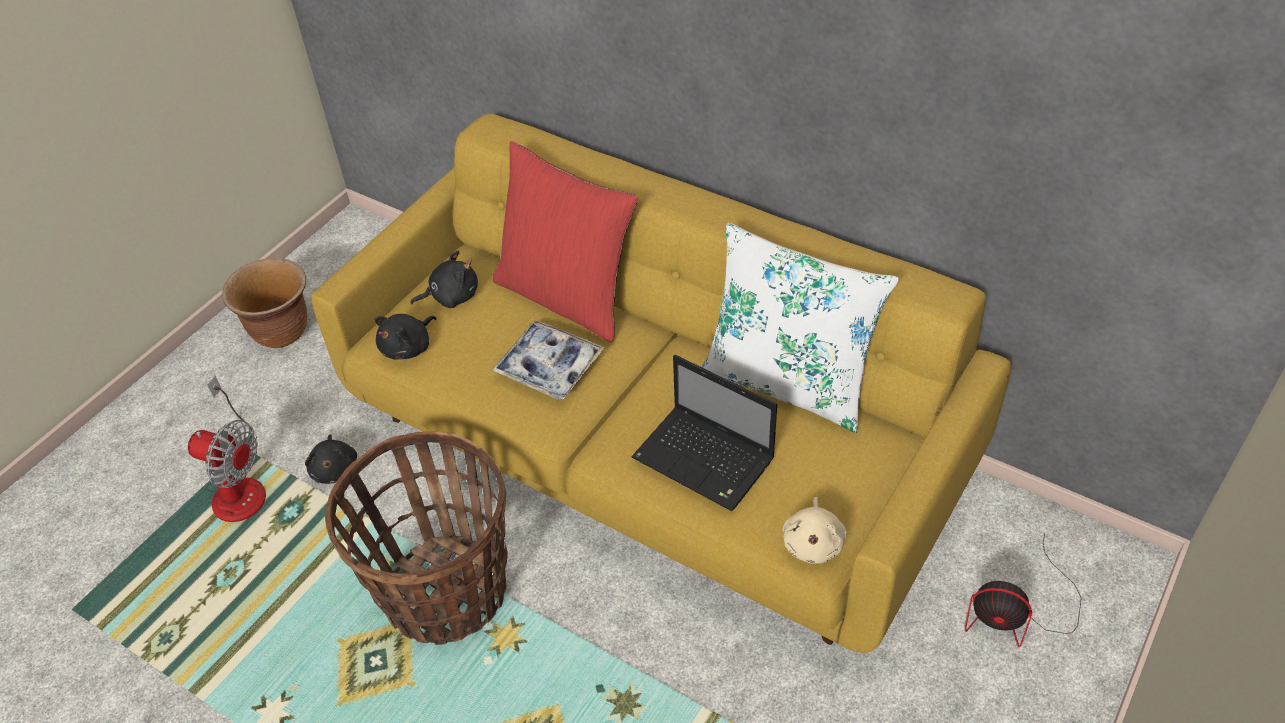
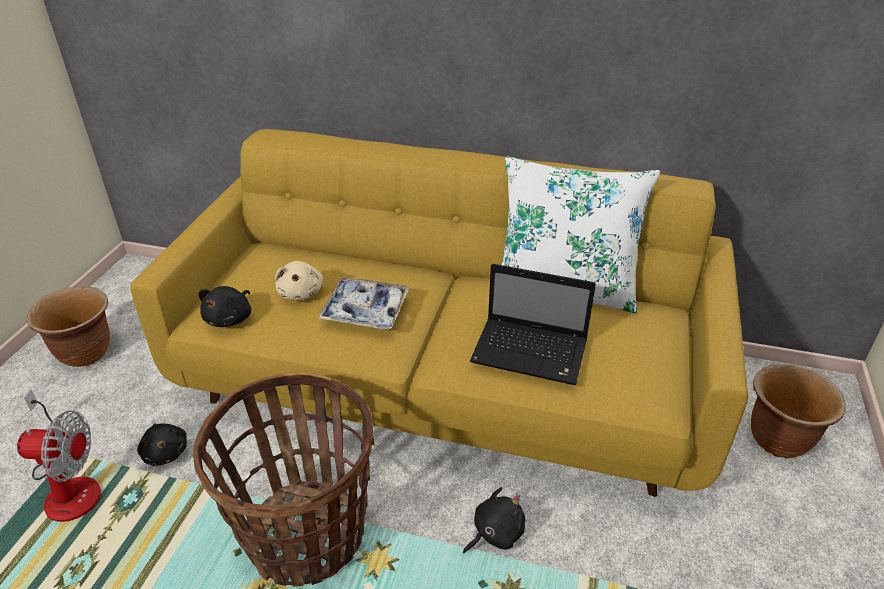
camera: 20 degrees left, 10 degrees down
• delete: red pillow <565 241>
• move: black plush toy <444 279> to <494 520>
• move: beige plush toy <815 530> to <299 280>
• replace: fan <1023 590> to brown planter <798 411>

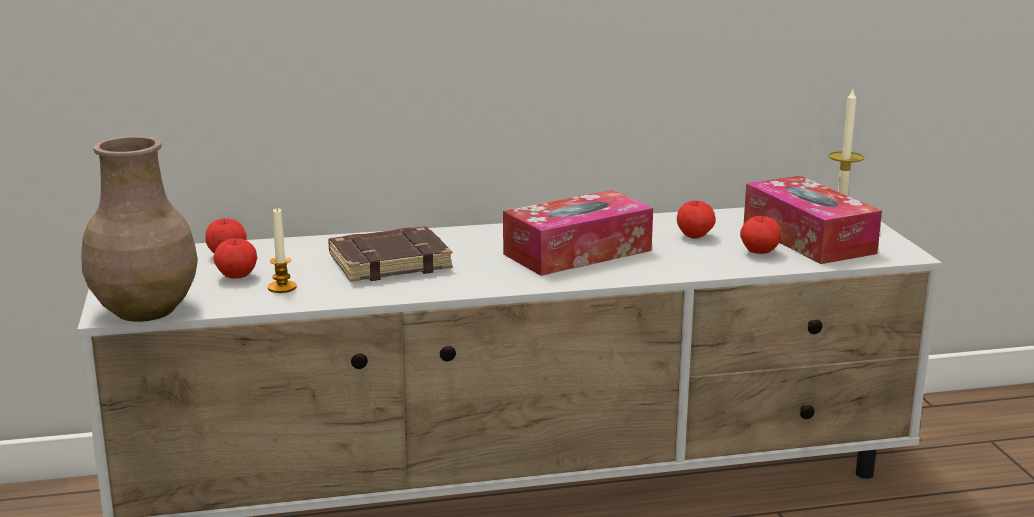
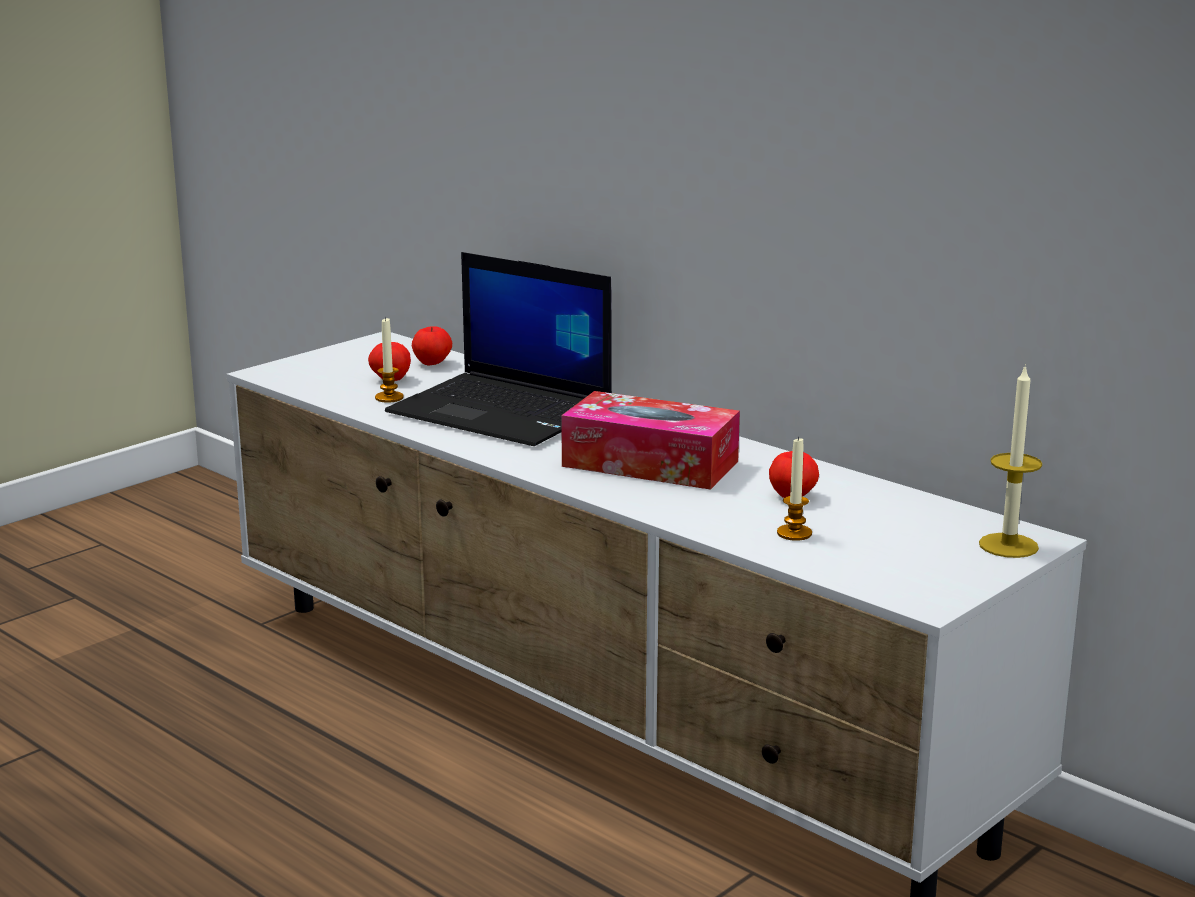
camera: 55 degrees right, 0 degrees up
• delete: brown vase <139 229>
• delete: tissue box <813 220>
• replace: brown book <390 254> to laptop <498 349>
• replace: apple <760 235> to candle <794 488>

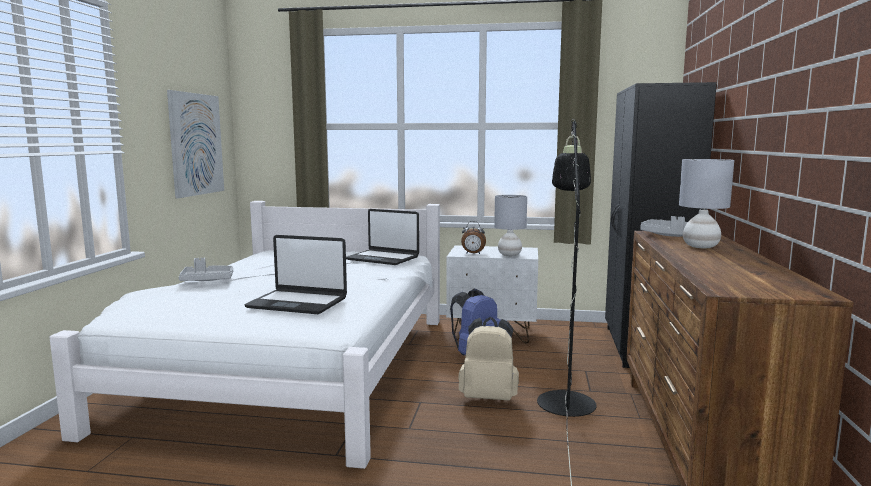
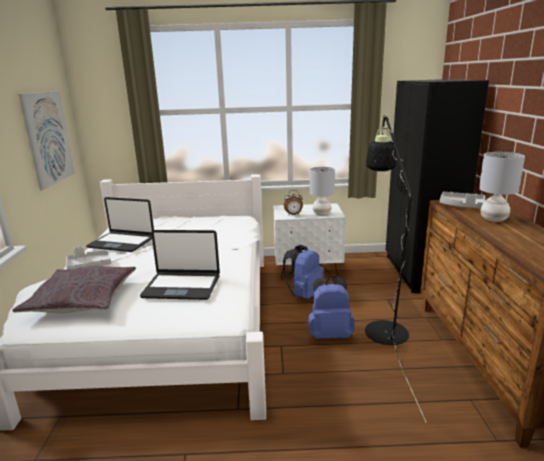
camera: 10 degrees left, 10 degrees up
• insert: grey pillow <74 289>
• move: laptop <382 237> to <120 224>
• recolor: beige backpack <489 359> to blue backpack <331 308>

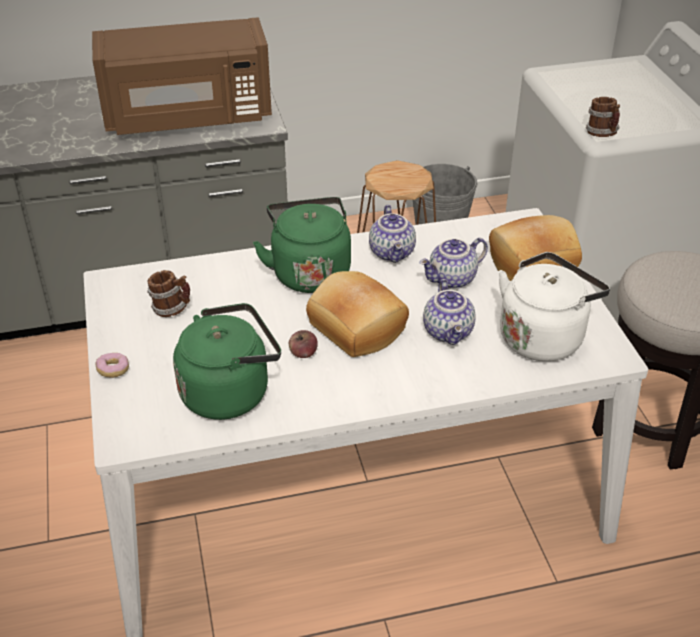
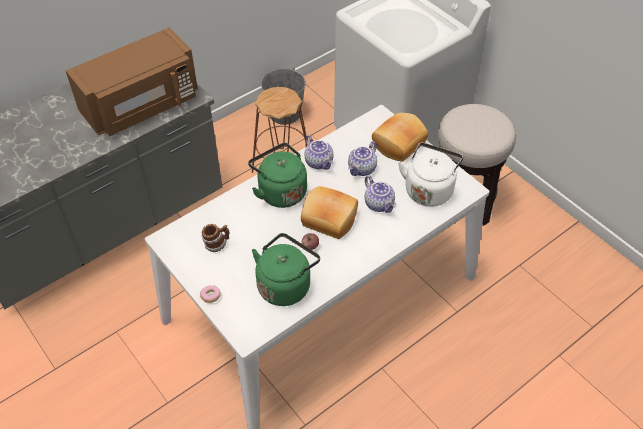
camera: 25 degrees left, 10 degrees up
• delete: mug <603 117>

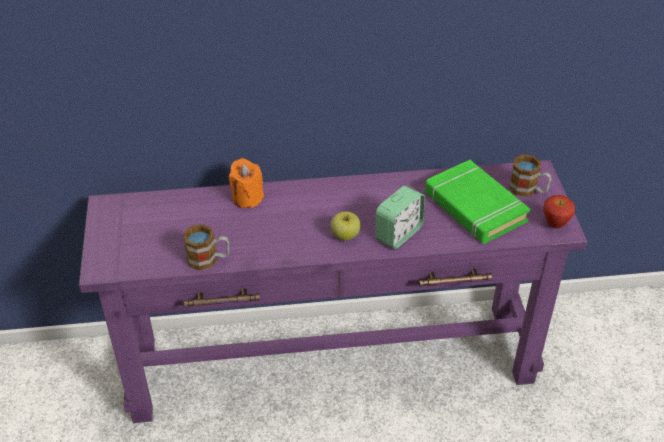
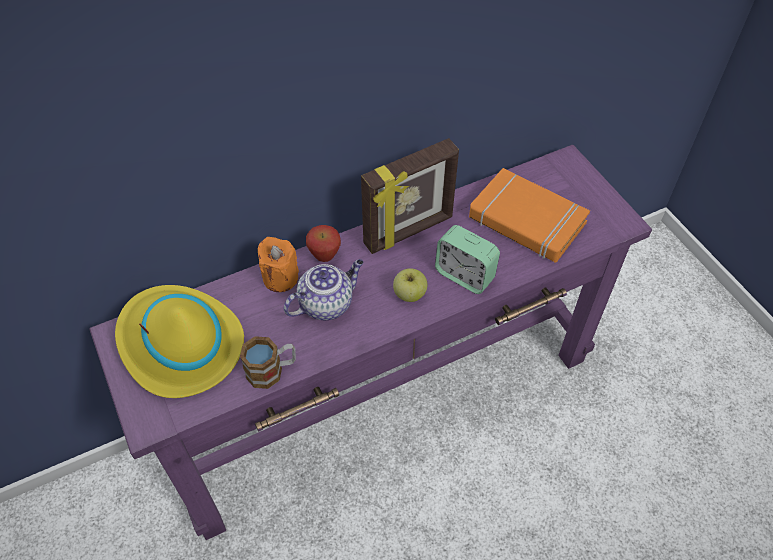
camera: 20 degrees left, 10 degrees up
• delete: mug <530 175>
• insert: yellow hat <179 341>
• insert: teapot <324 289>
• insert: picture frame <410 196>
• move: apple <559 211> to <323 243>
• recolor: green book <477 202> to orange book <529 215>
• rotate: alarm clock <400 217> = <467 259> 105 degrees clockwise

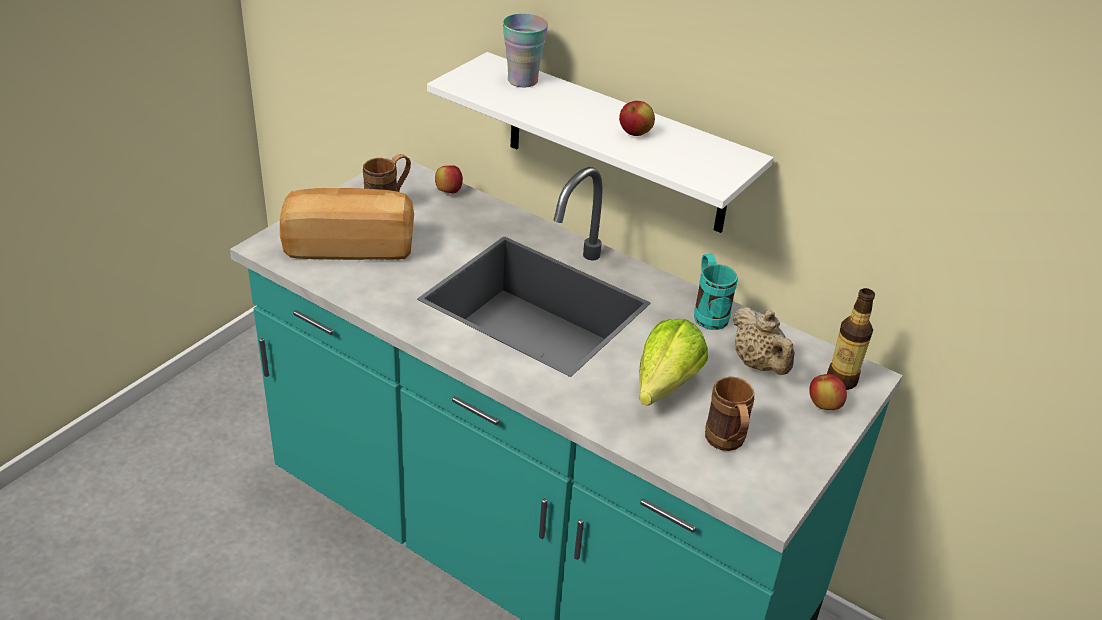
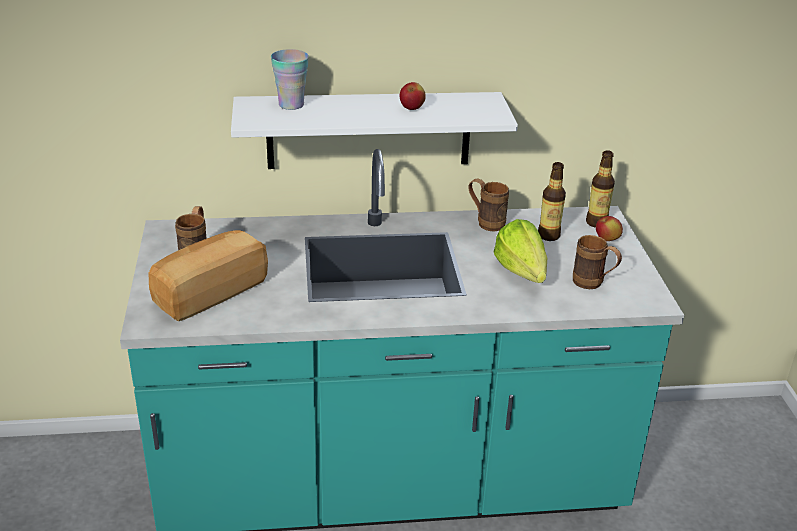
camera: 40 degrees left, 5 degrees down
• delete: apple <449 179>
• replace: beige teapot <764 341> to bottle <552 201>
• recolor: turquoise mug <716 292> to brown mug <488 205>

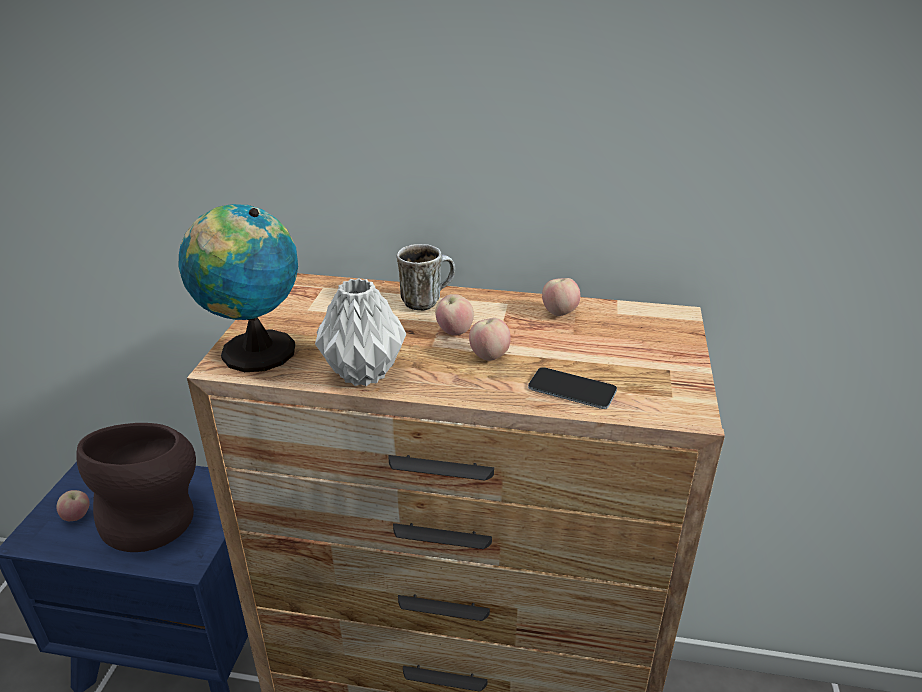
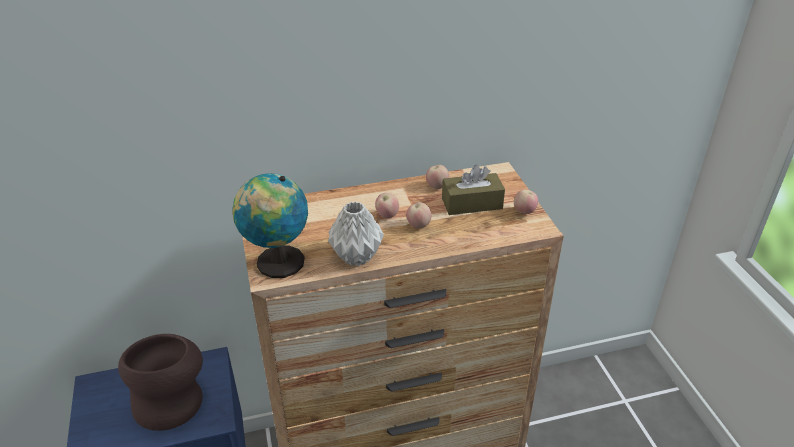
camera: 25 degrees left, 5 degrees up
• delete: mug <426 277>
• delete: phone <572 388>
• insert: brown tissue box <473 190>
• move: apple <73 505> to <526 202>

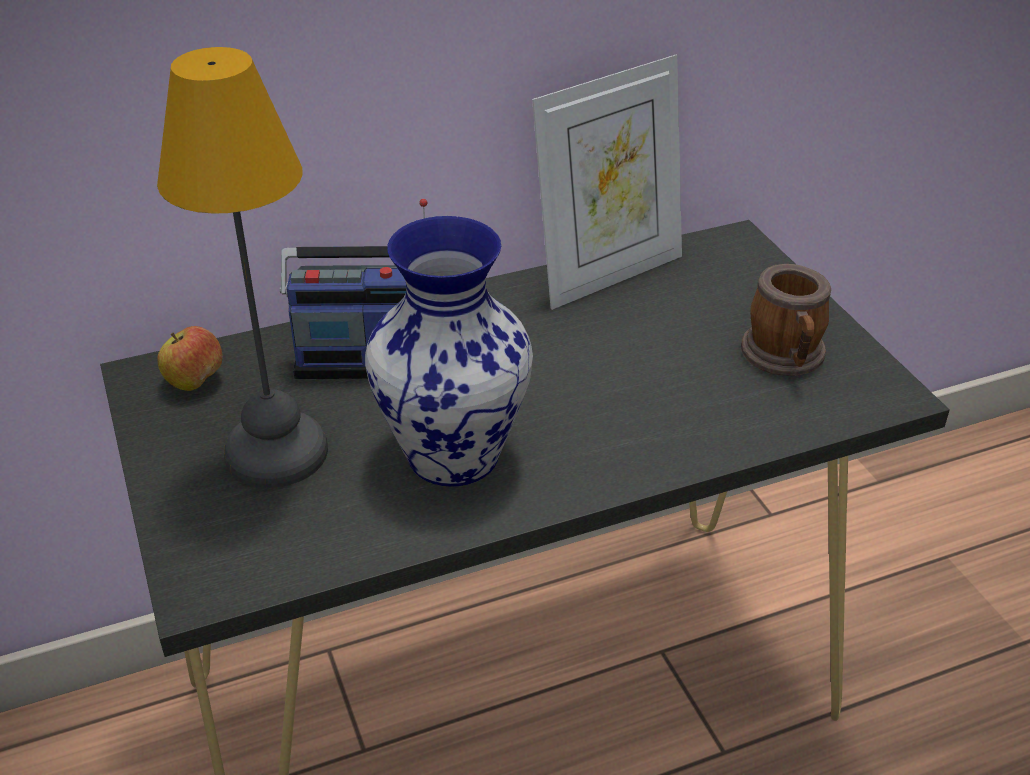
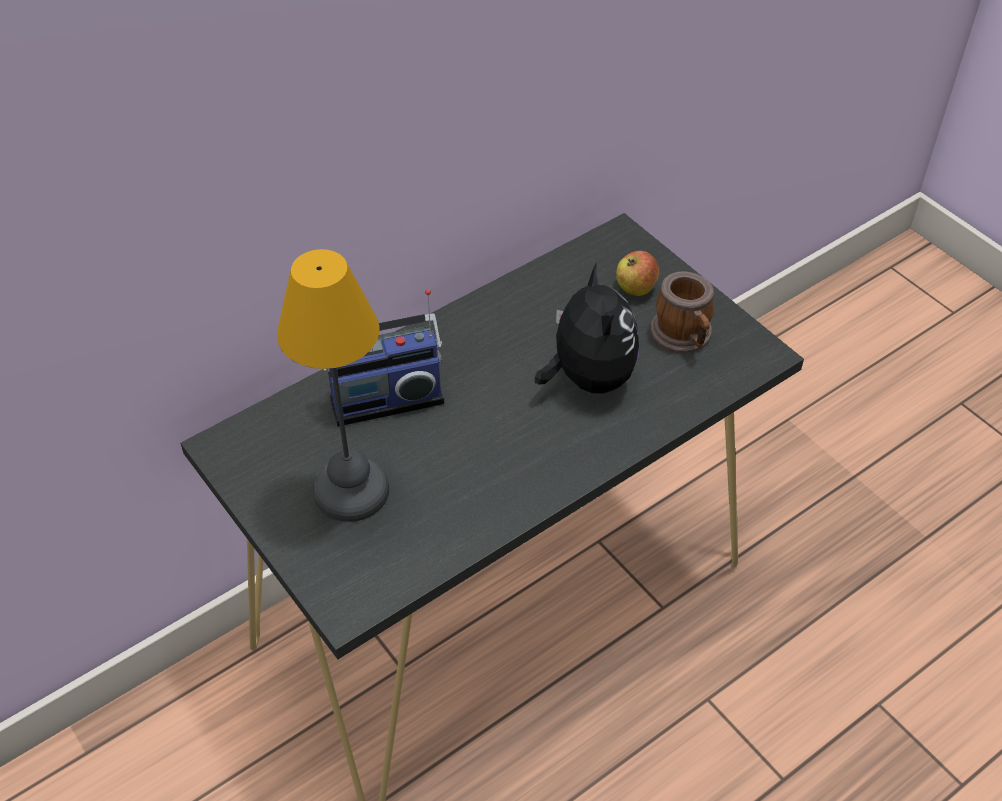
camera: 15 degrees left, 10 degrees up
• delete: vase <449 351>
• delete: picture frame <607 182>
• insert: plush toy <587 328>
• move: apple <190 358> to <637 273>

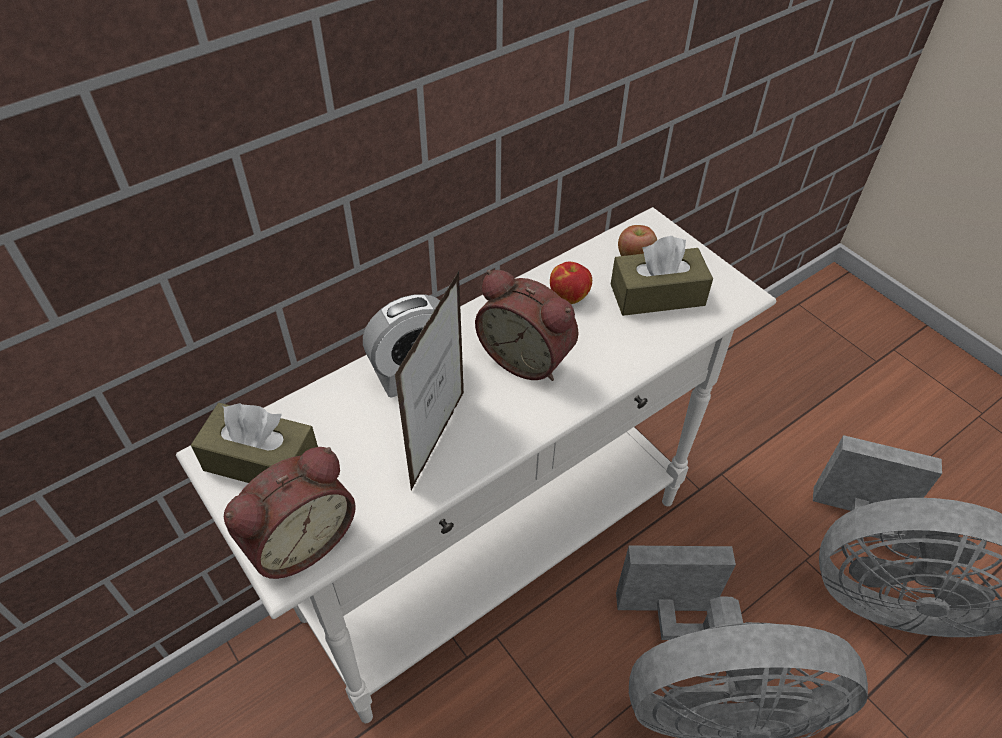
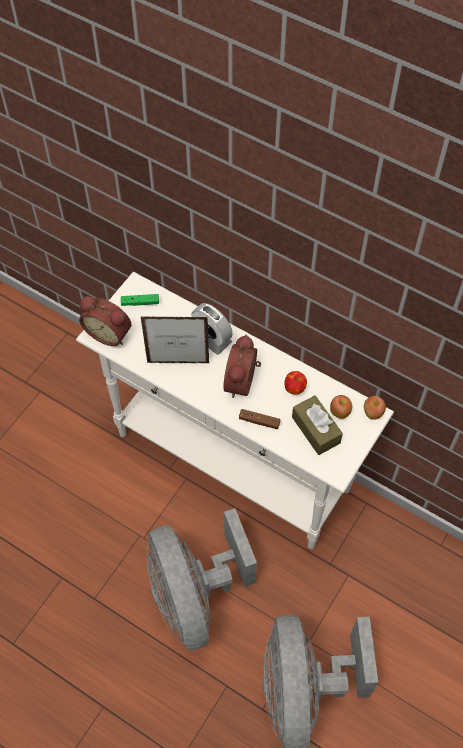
camera: 70 degrees right, 10 degrees up
• insert: brown game controller <259 419>
• insert: apple <375 408>
• replace: brown tissue box <254 443> to green game controller <140 300>

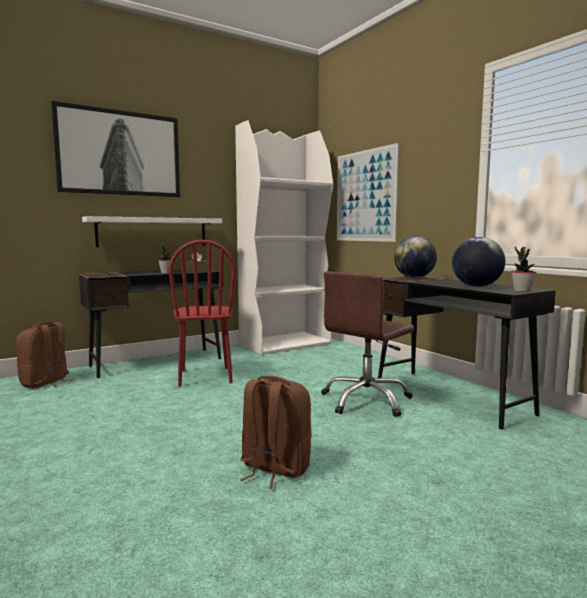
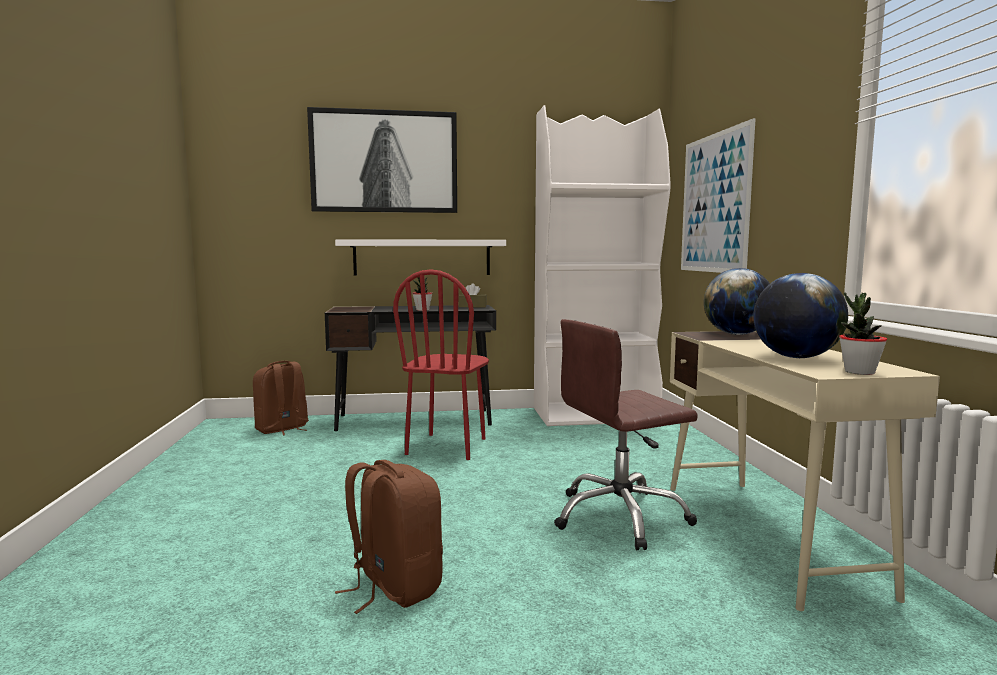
camera: 25 degrees right, 0 degrees up
• recolor: black desk <467 353> to beige desk <805 471>

